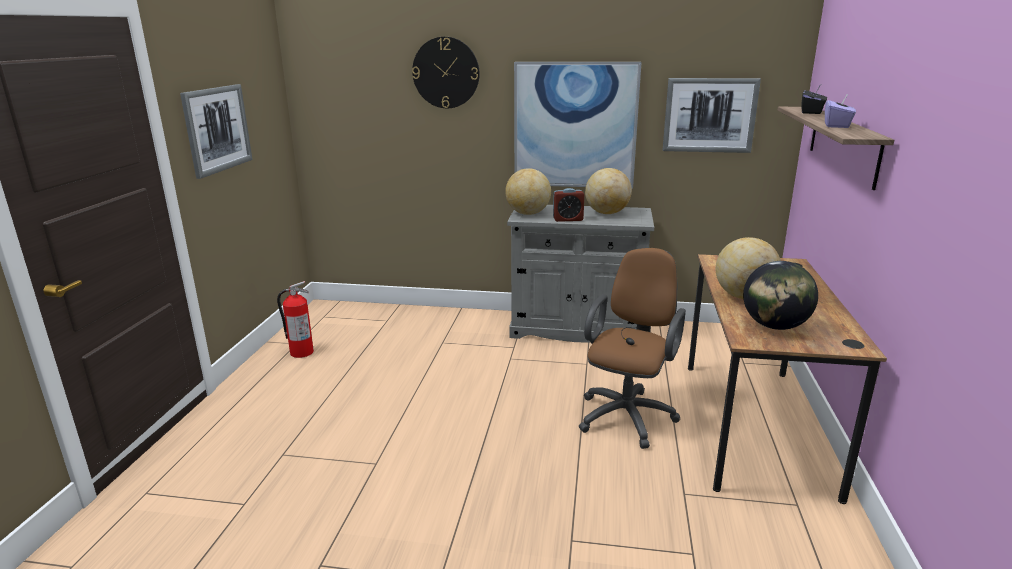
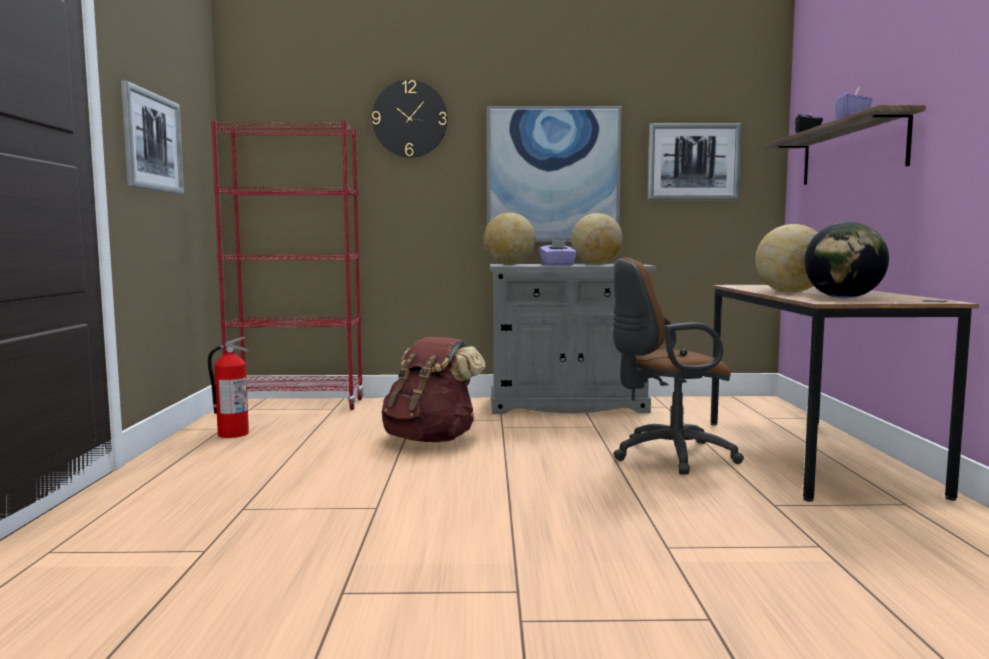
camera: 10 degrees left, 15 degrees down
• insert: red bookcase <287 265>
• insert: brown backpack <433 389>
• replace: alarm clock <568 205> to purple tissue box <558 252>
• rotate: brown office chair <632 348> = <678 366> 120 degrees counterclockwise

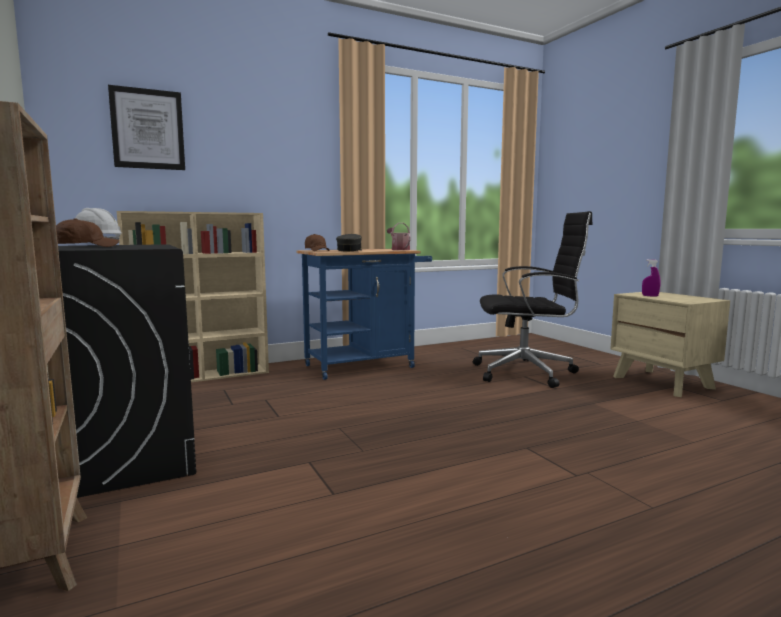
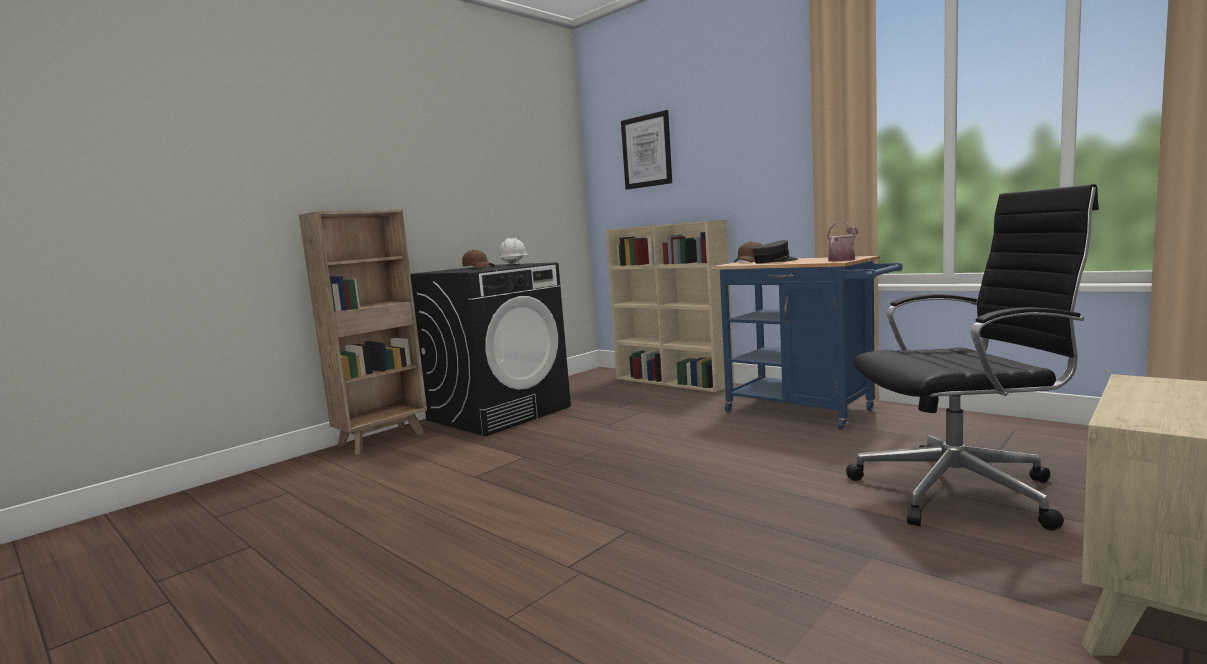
camera: 70 degrees right, 0 degrees up
• delete: purple spray bottle <651 278>
• rotate: black office chair <533 299> = <972 357> 75 degrees counterclockwise

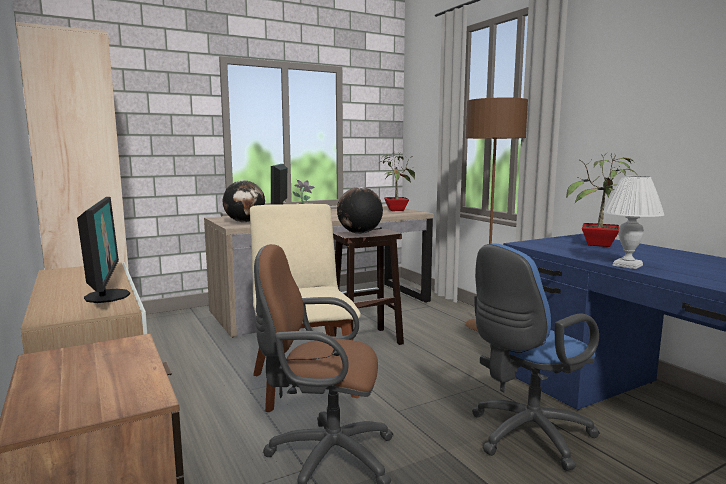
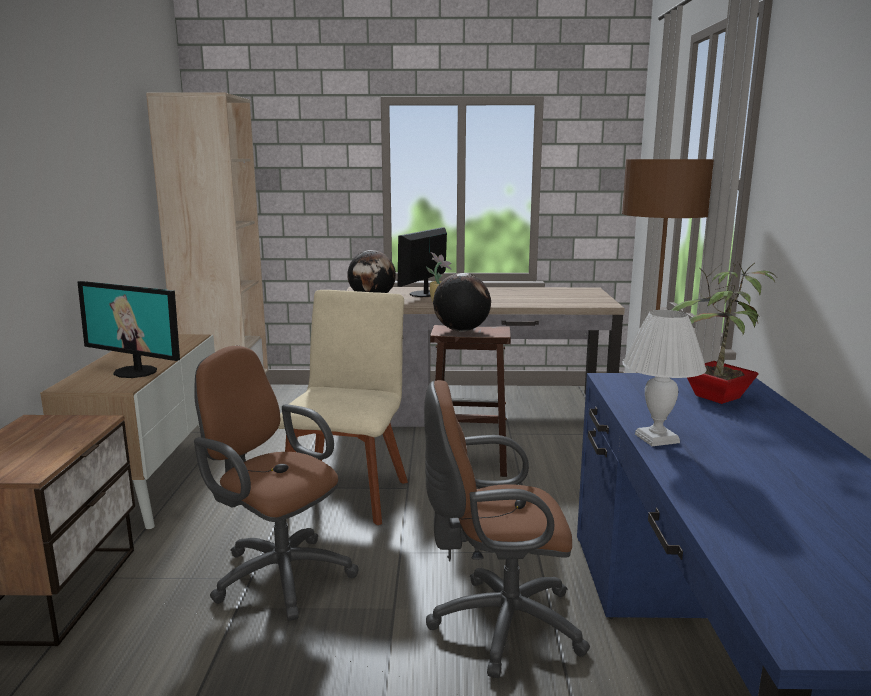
camera: 30 degrees right, 5 degrees up
• delete: potted plant <397 182>
• recolor: blue office chair <536 357> to brown office chair <507 529>
• rotate: monitor <103 250> = <128 329> 105 degrees clockwise

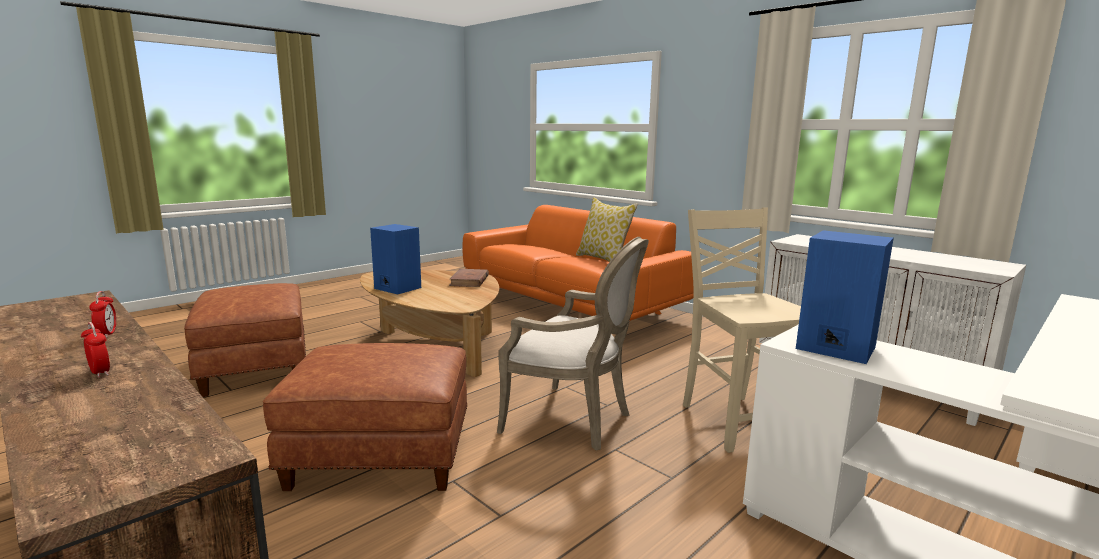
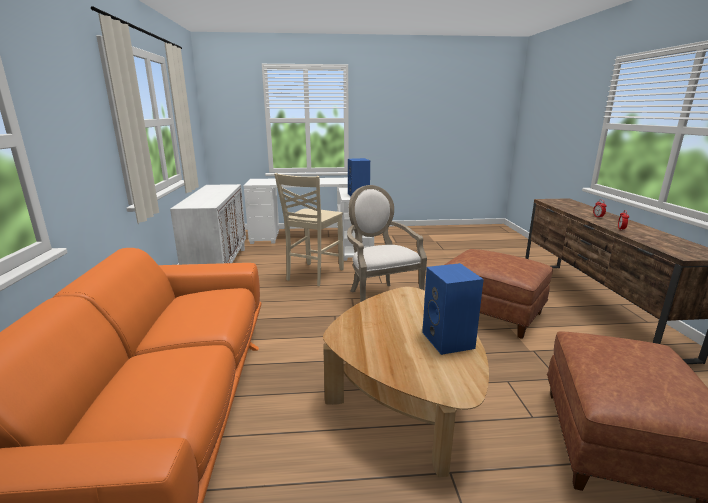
camera: 140 degrees left, 5 degrees up
• delete: brown book <469 278>
• delete: pillow <607 229>

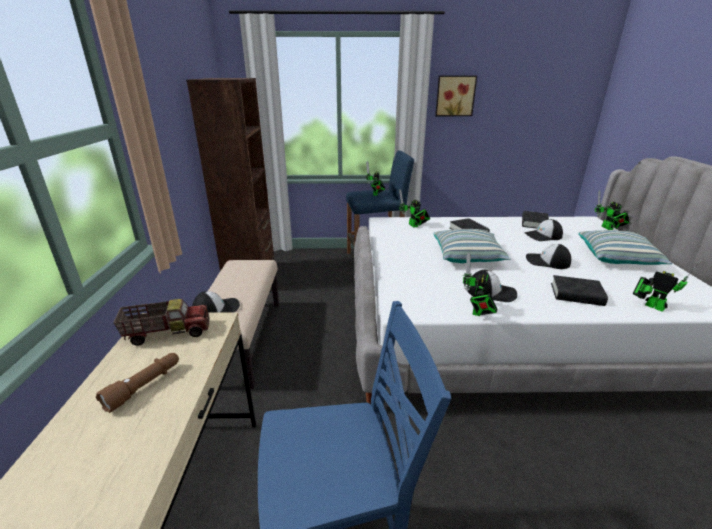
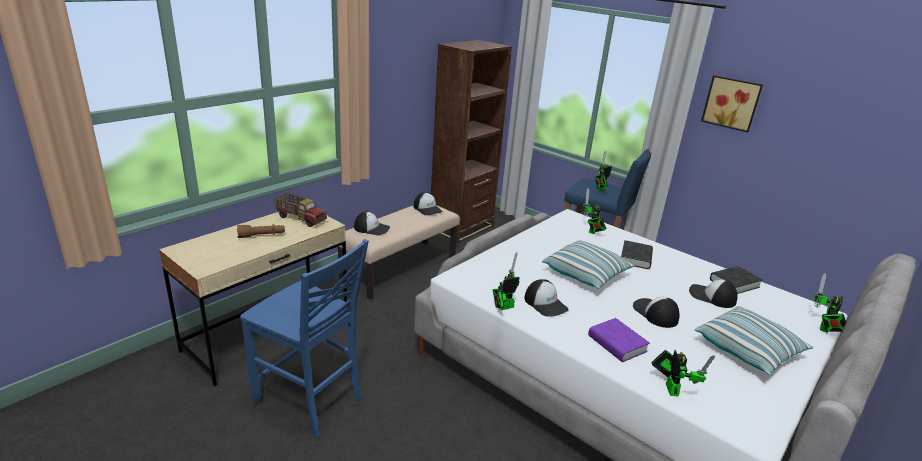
camera: 40 degrees right, 0 degrees up
• insert: cap <428 203>
• recolor: black book <579 290> to purple book <619 340>

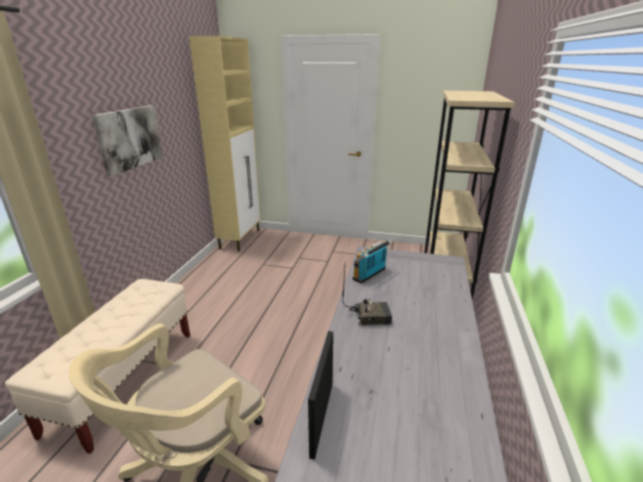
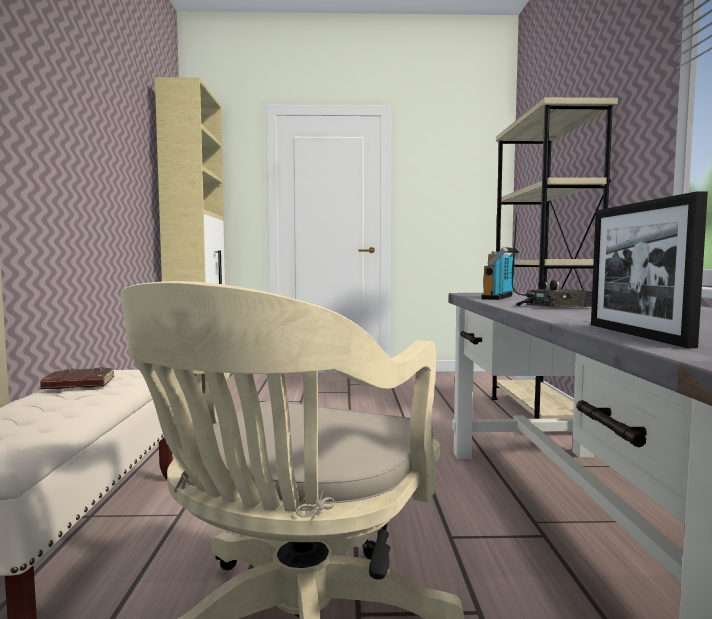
camera: 15 degrees left, 20 degrees down
• delete: picture <127 140>
• insert: brown book <77 378>

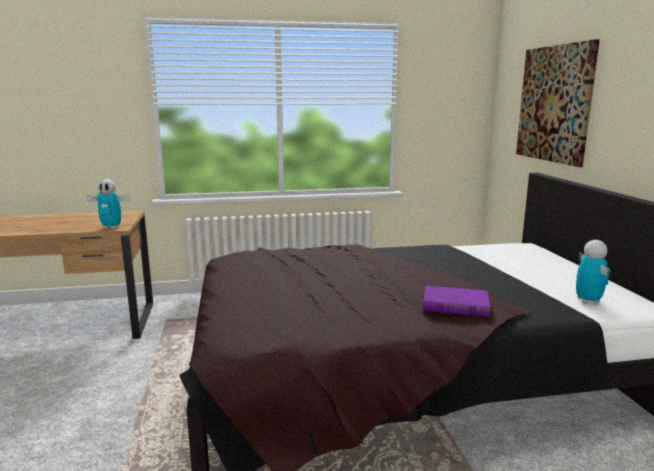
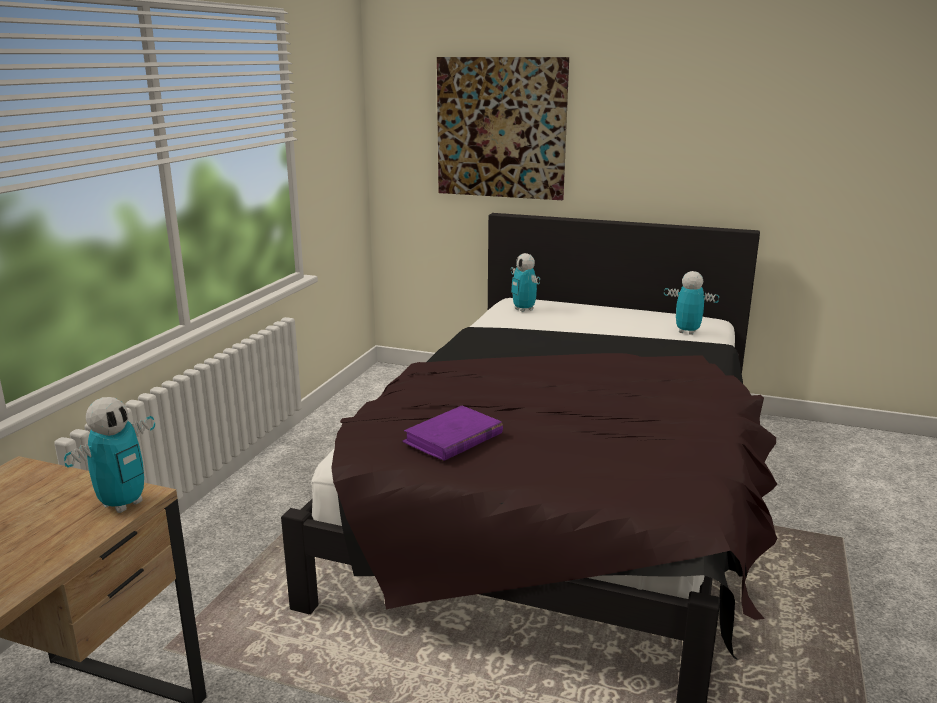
camera: 60 degrees left, 5 degrees up
• insert: toy robot <525 282>
• move: purple book <456 301> to <452 433>

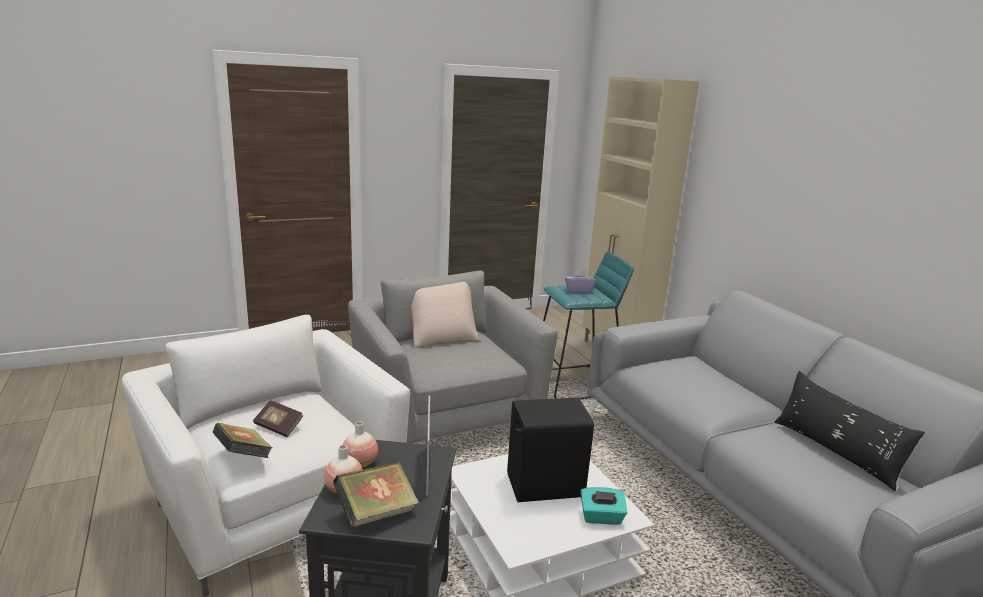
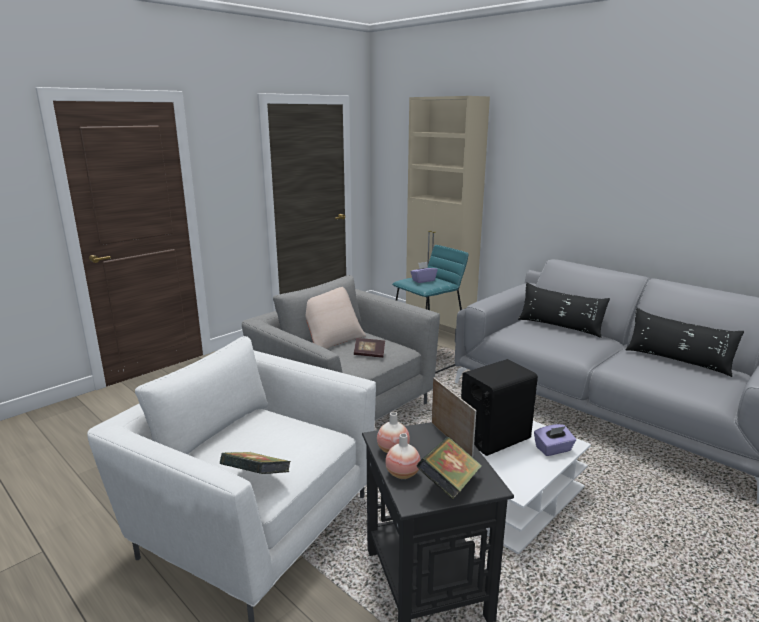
camera: 20 degrees left, 0 degrees up
• insert: black pillow <564 310>
• move: book <278 418> to <369 348>
• recolor: turquoise tissue box <603 506> to purple tissue box <555 440>

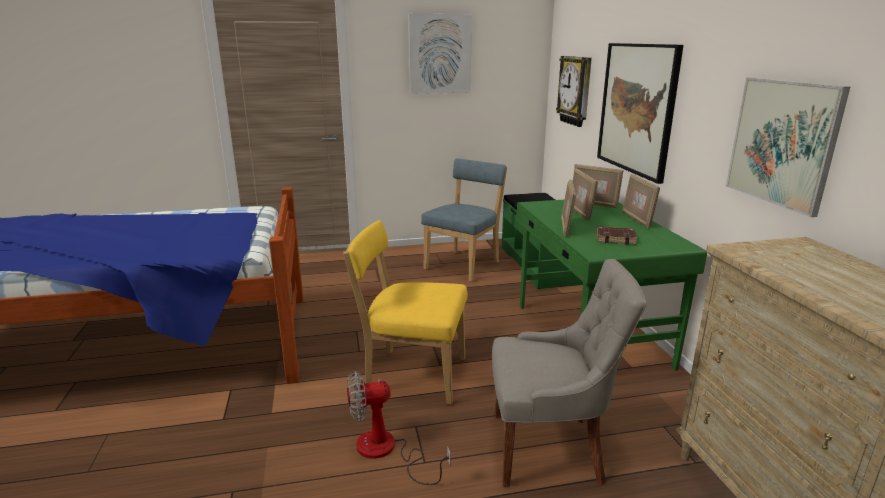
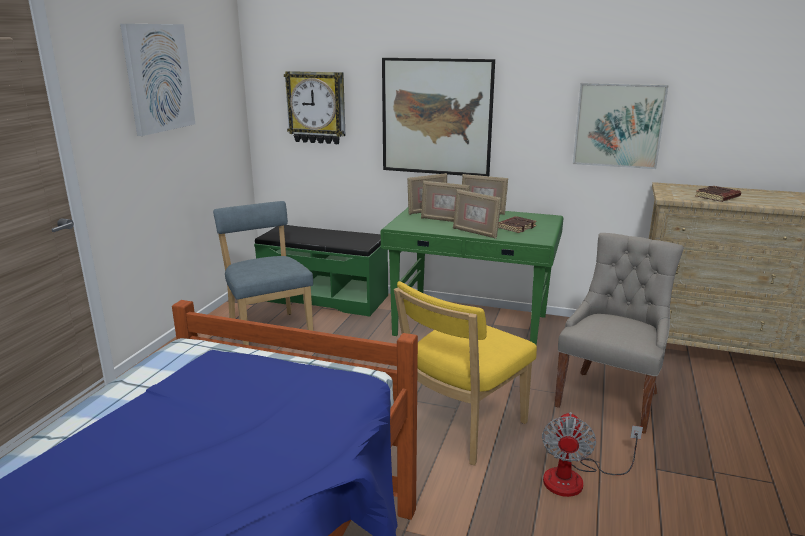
camera: 60 degrees left, 0 degrees up
• insert: brown book <718 194>

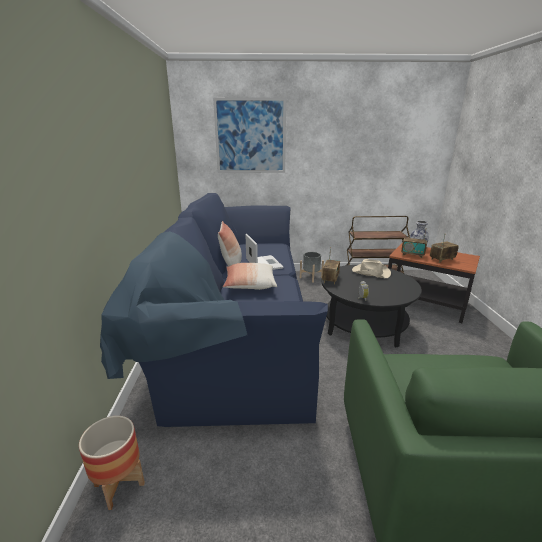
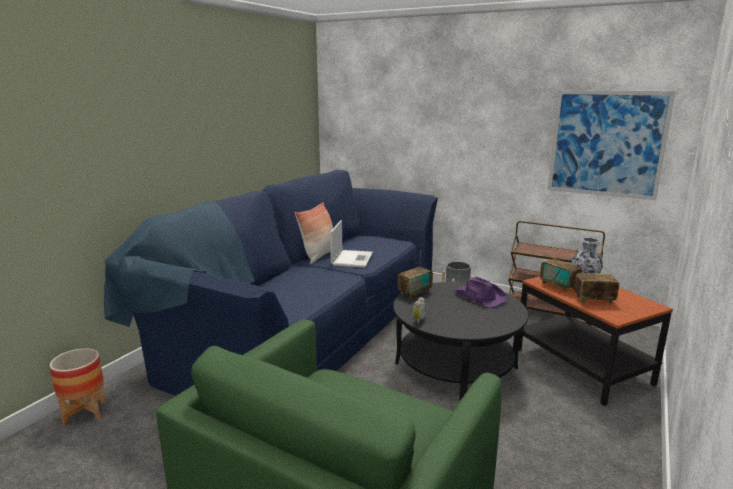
camera: 30 degrees right, 5 degrees down
• delete: pillow <250 276>
• move: picture <249 135> to <612 145>
• recolor: beige hat <371 268> to purple hat <481 292>

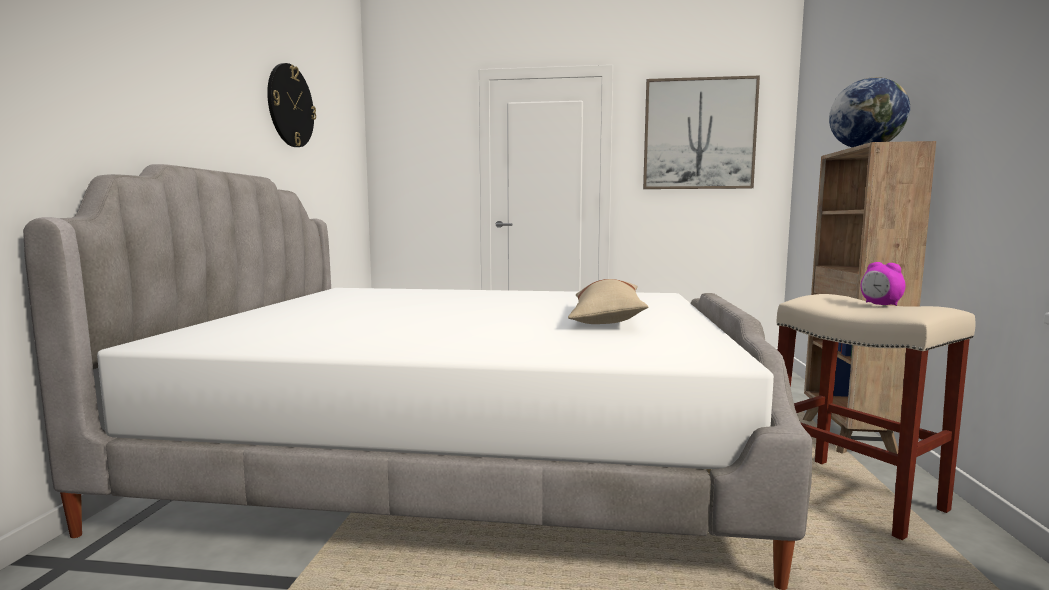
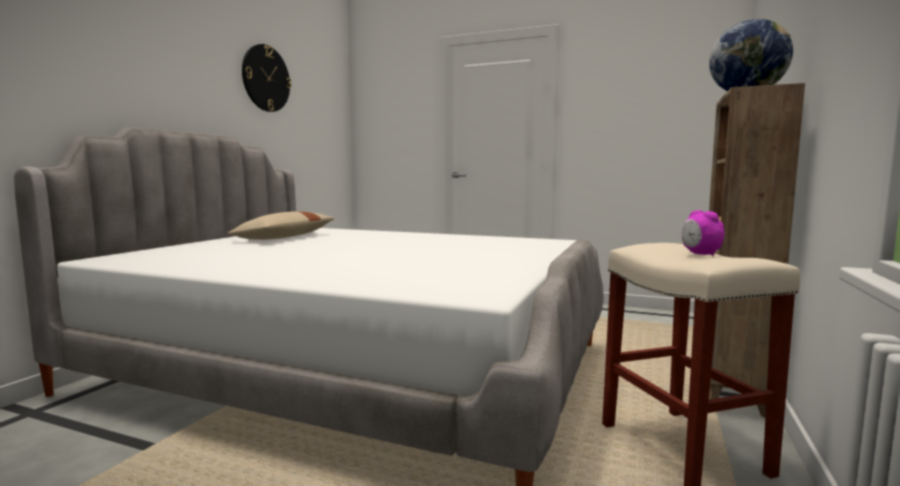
camera: 15 degrees right, 0 degrees up
• delete: picture <701 132>
• move: beige pillow <608 301> to <281 225>

